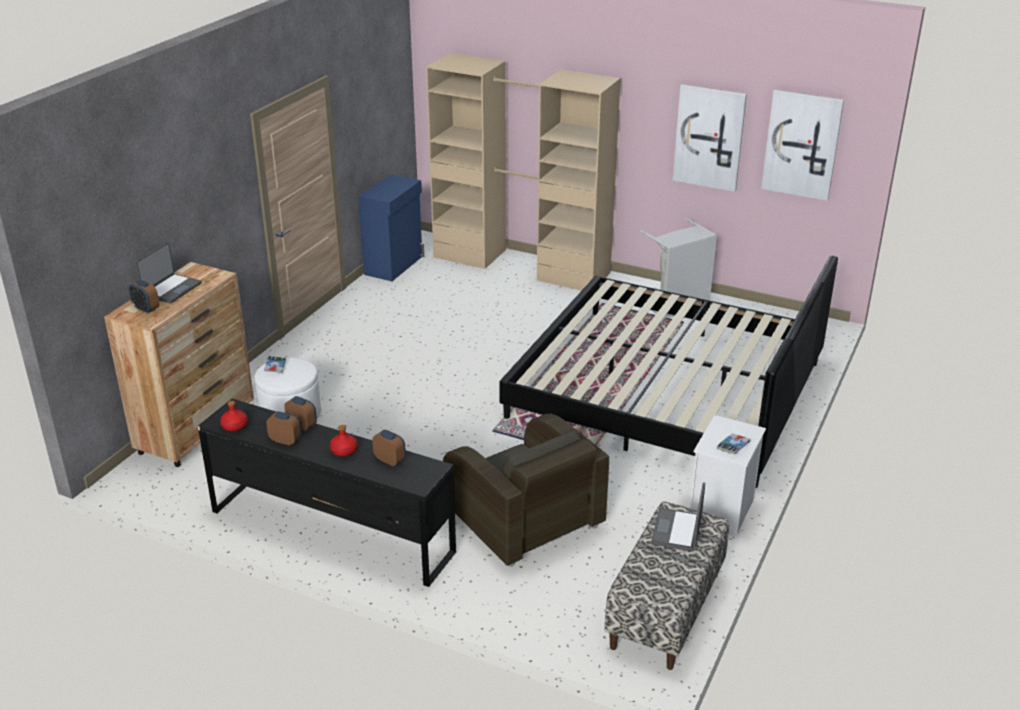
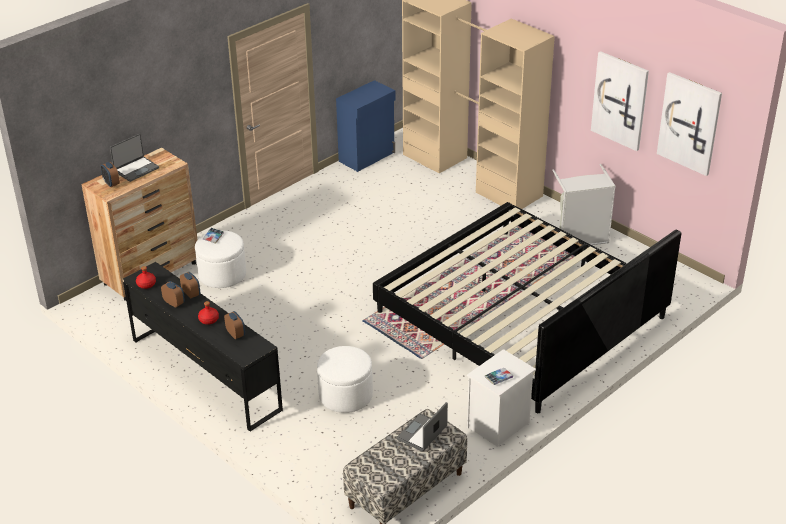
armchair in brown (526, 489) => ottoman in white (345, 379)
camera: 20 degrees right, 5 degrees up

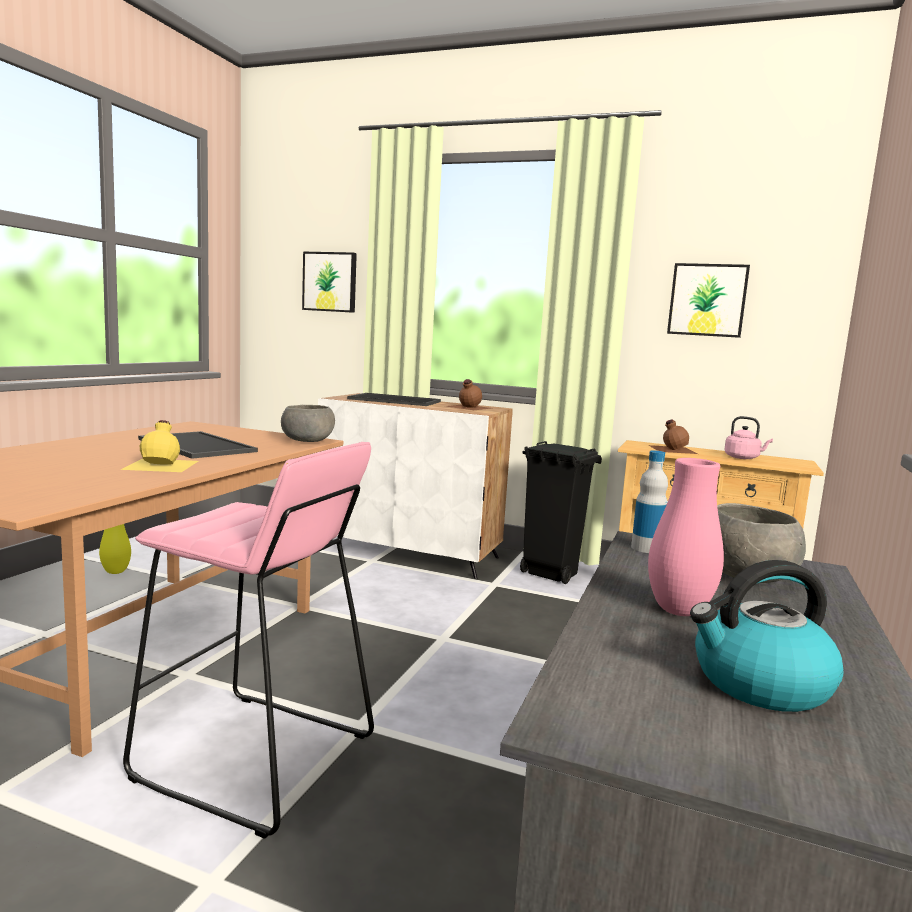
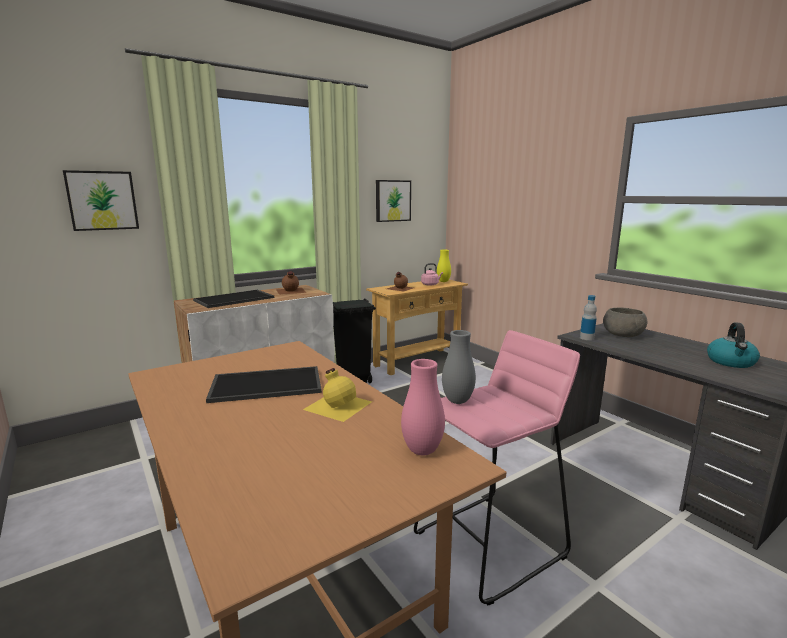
flower vase in pink (686, 537) => flower vase in pink (423, 407), moved
flower vase in yellow (115, 549) => flower vase in yellow (444, 265), moved
nothing => flower vase in grey (459, 367)
bowl in grey (308, 423) => nothing
camera: 55 degrees left, 5 degrees up

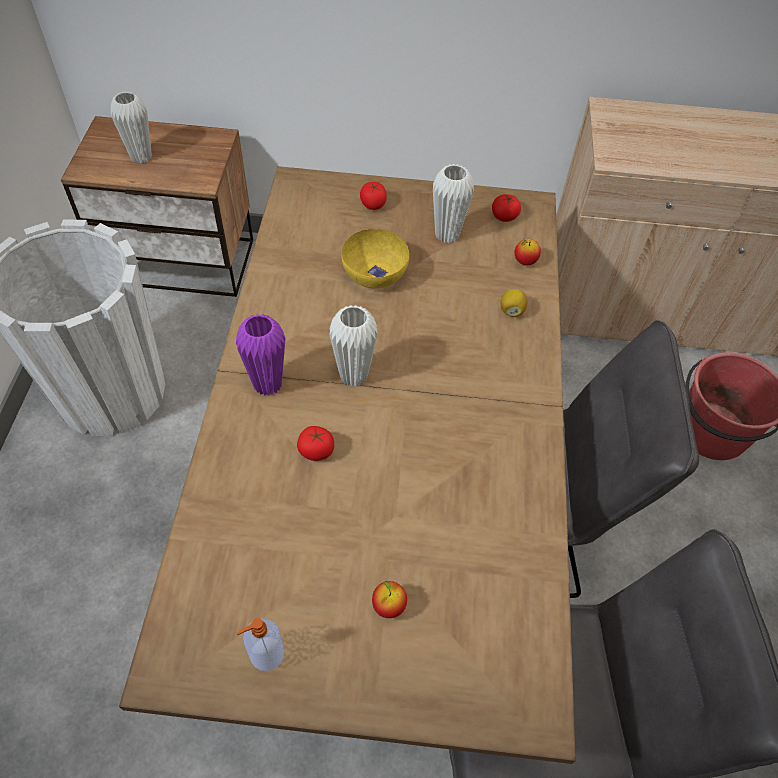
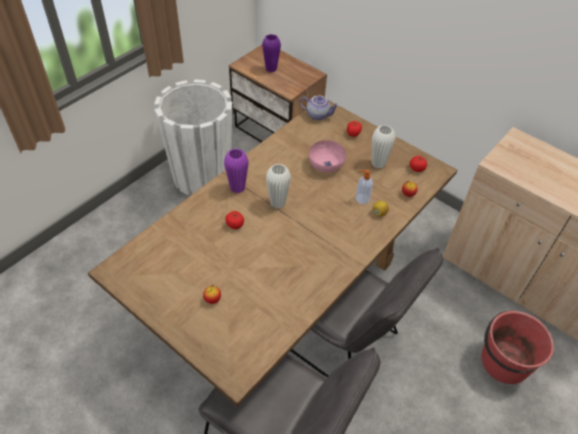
flower vase in white (131, 127) => flower vase in purplish (271, 53)
nothing => teapot (319, 108)
bowl in yellow (375, 259) => bowl in pink (327, 156)
soap bottle (260, 644) => soap bottle (364, 187), moved
camera: 35 degrees right, 5 degrees down

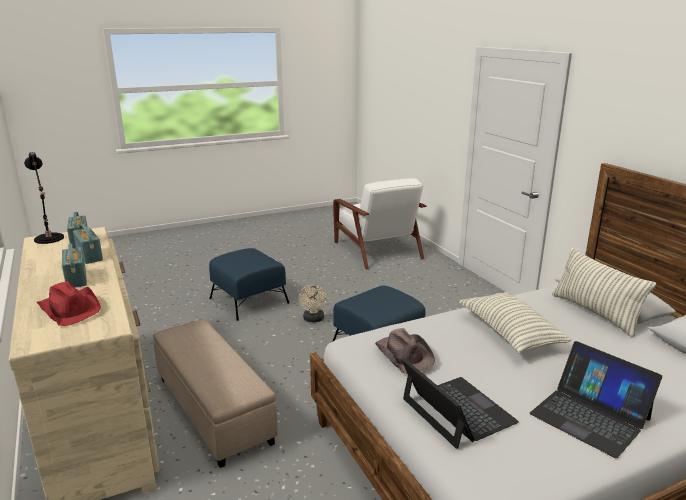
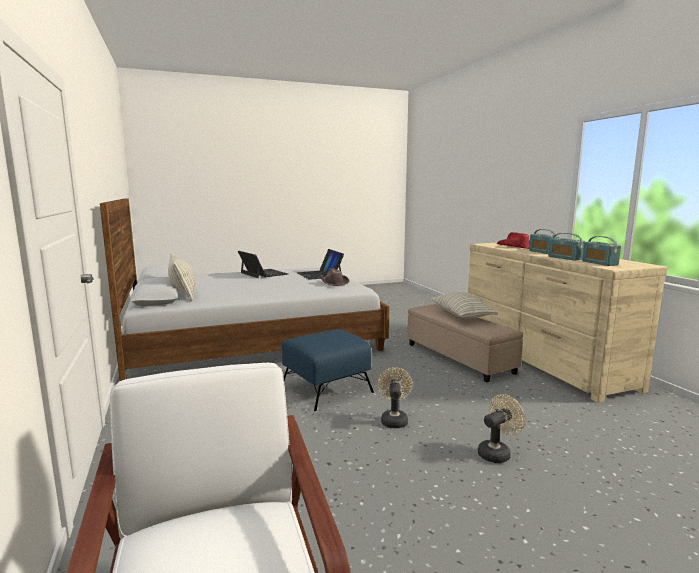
throw pillow (515, 323) => throw pillow (464, 305), moved
ottoman in bluish (249, 284) => cooling fan in beige-coloured (501, 428)
lamp for a table in black-coloured (44, 198) => nothing
camera: 175 degrees left, 10 degrees down

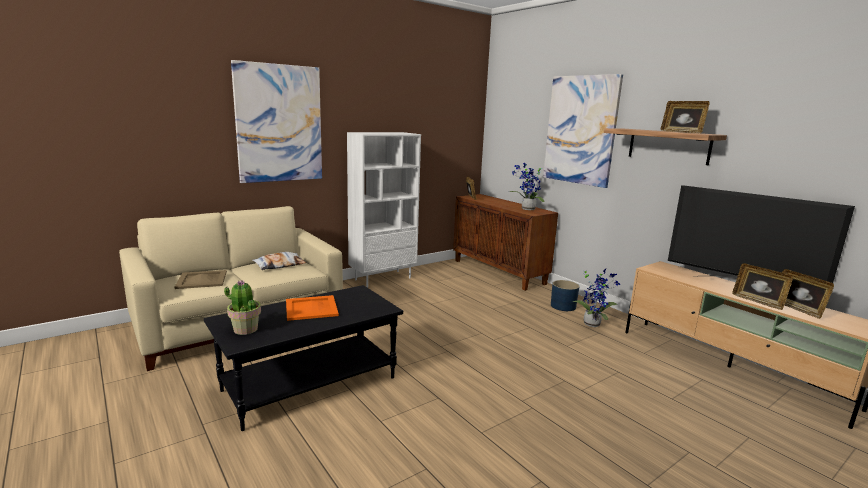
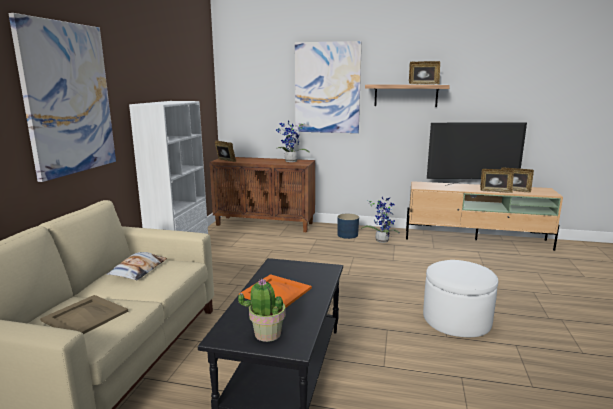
nothing => ottoman in white (460, 298)
camera: 40 degrees left, 0 degrees up

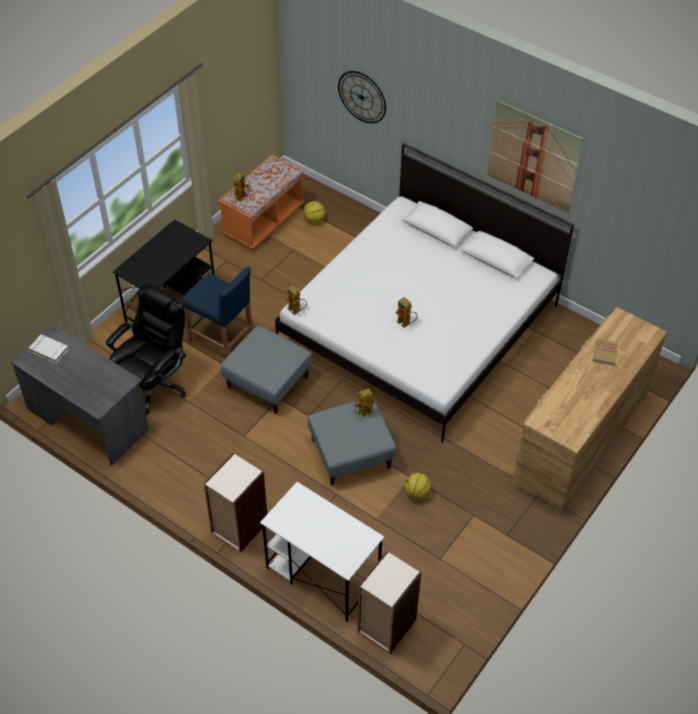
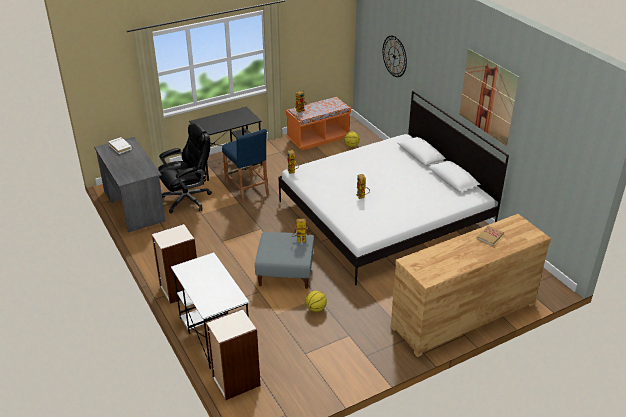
ottoman in grey (266, 370) => nothing
camera: 25 degrees right, 15 degrees down

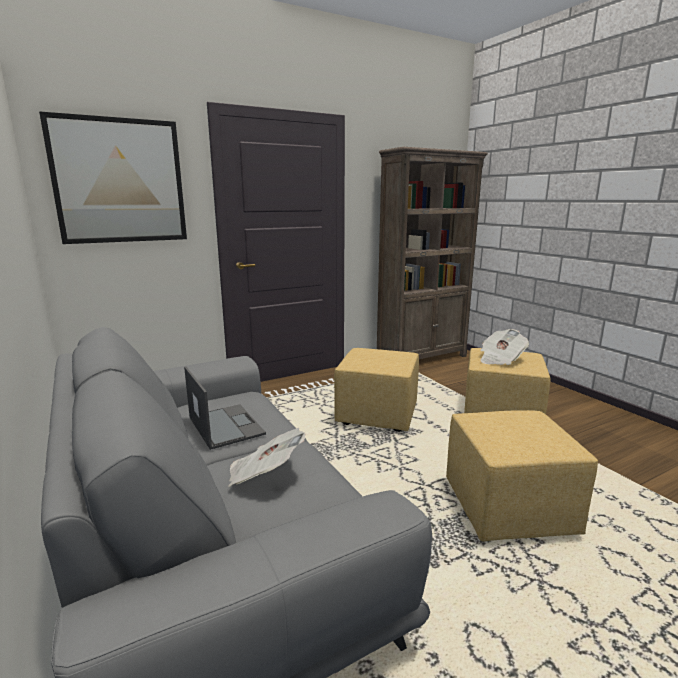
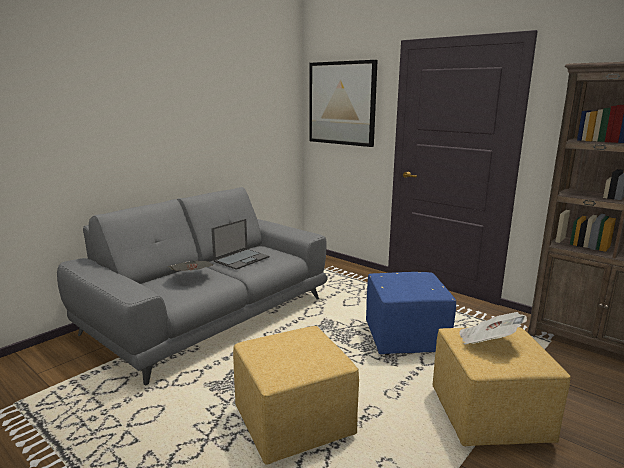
ottoman in yellow (376, 390) => ottoman in bluish (411, 313)
camera: 70 degrees right, 0 degrees up

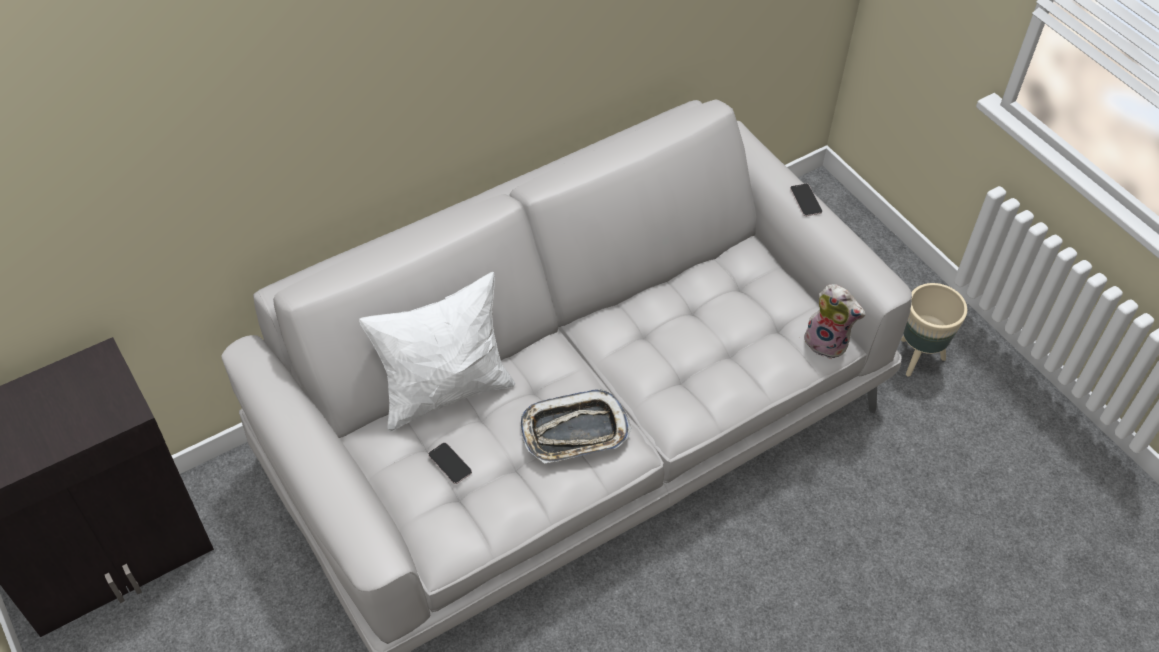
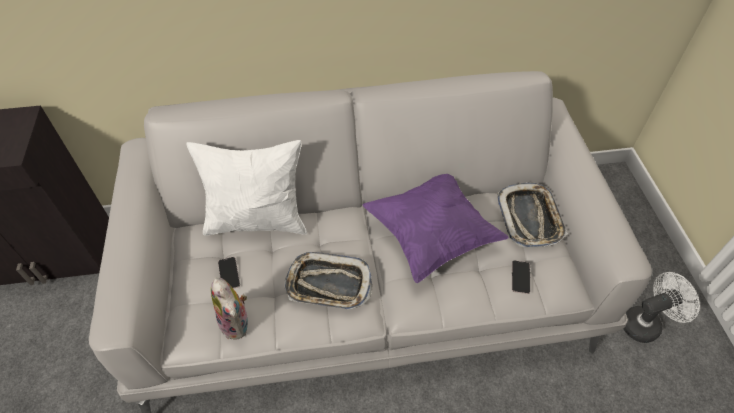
cuddly toy (834, 321) => cuddly toy (229, 308), moved
nothing => throw pillow in purplish (436, 228)
nothing => carrying tray (532, 214)
phone (806, 199) => phone (521, 277), moved
plant pot in beige-coloured (934, 330) => cooling fan in white (662, 307)
camera: 25 degrees right, 0 degrees up

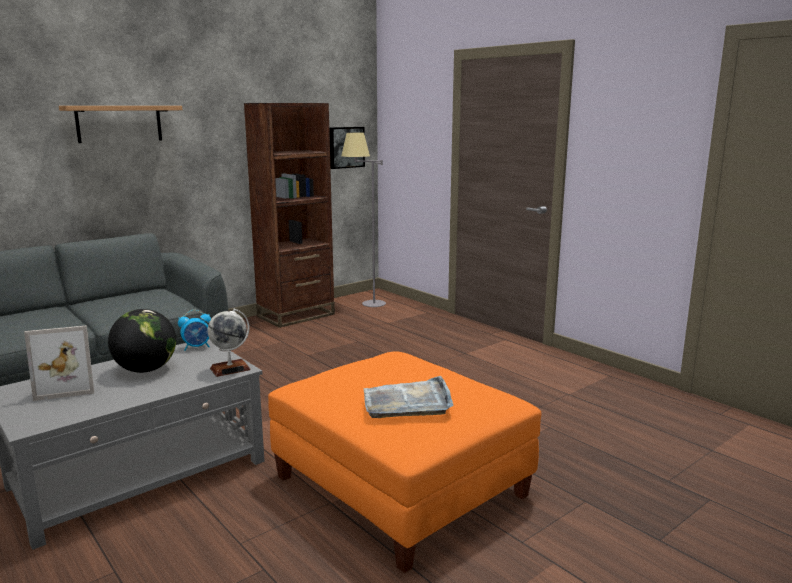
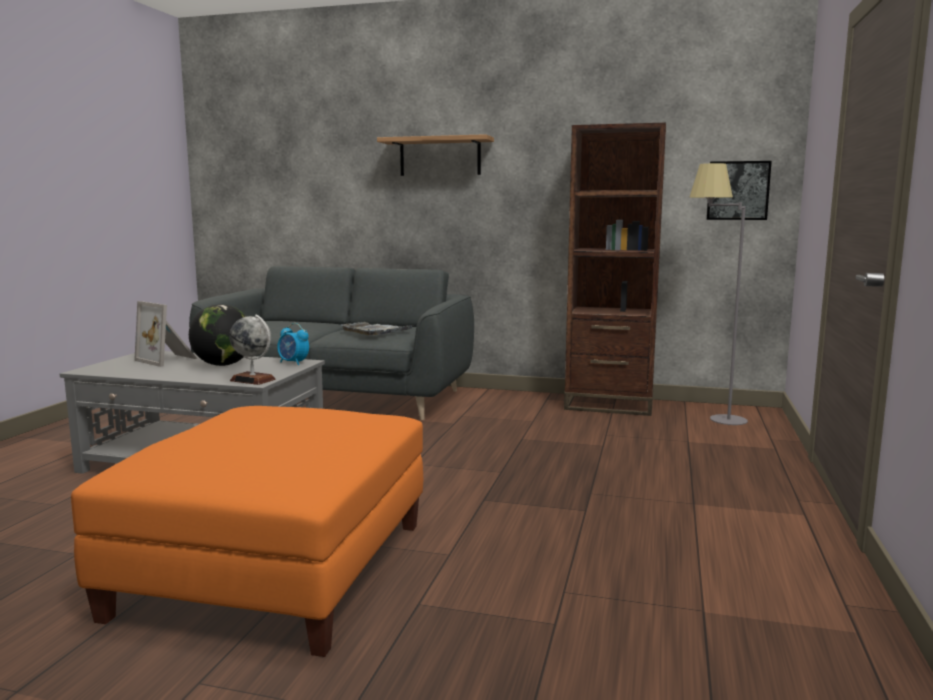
carrying tray in grey (408, 397) => carrying tray in grey (378, 329), moved
camera: 55 degrees right, 5 degrees down

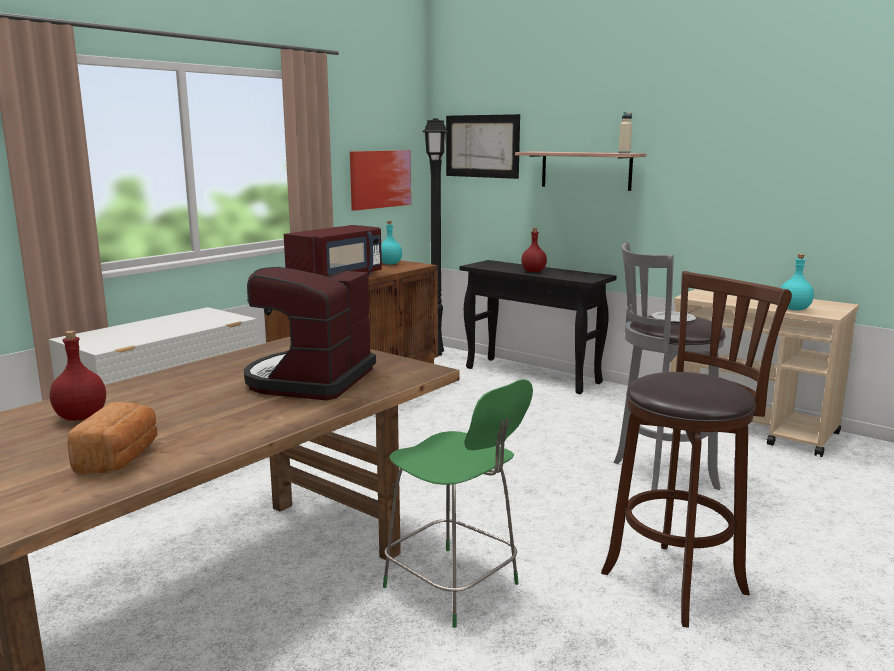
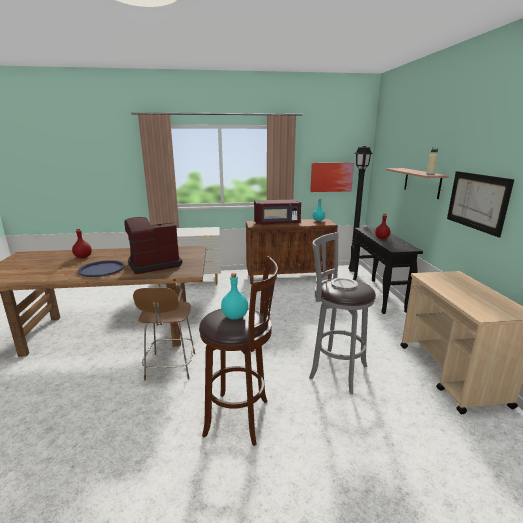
nothing => carrying tray in bluish (101, 268)
upright chair in green-coloured (458, 503) => upright chair in brown (164, 334)
bottle in blue-green (797, 282) => bottle in blue-green (234, 296), moved
wall art (483, 146) => wall art (480, 204), moved
baked bread (112, 438) => nothing
camera: 45 degrees right, 5 degrees up

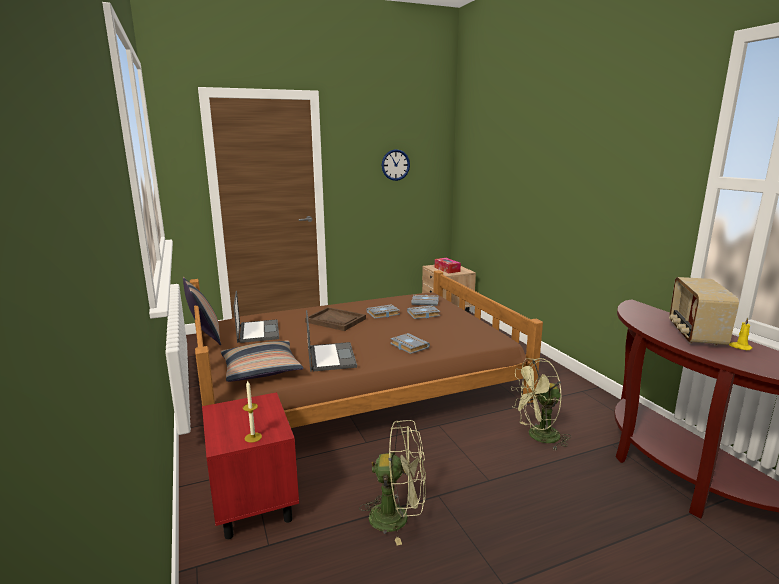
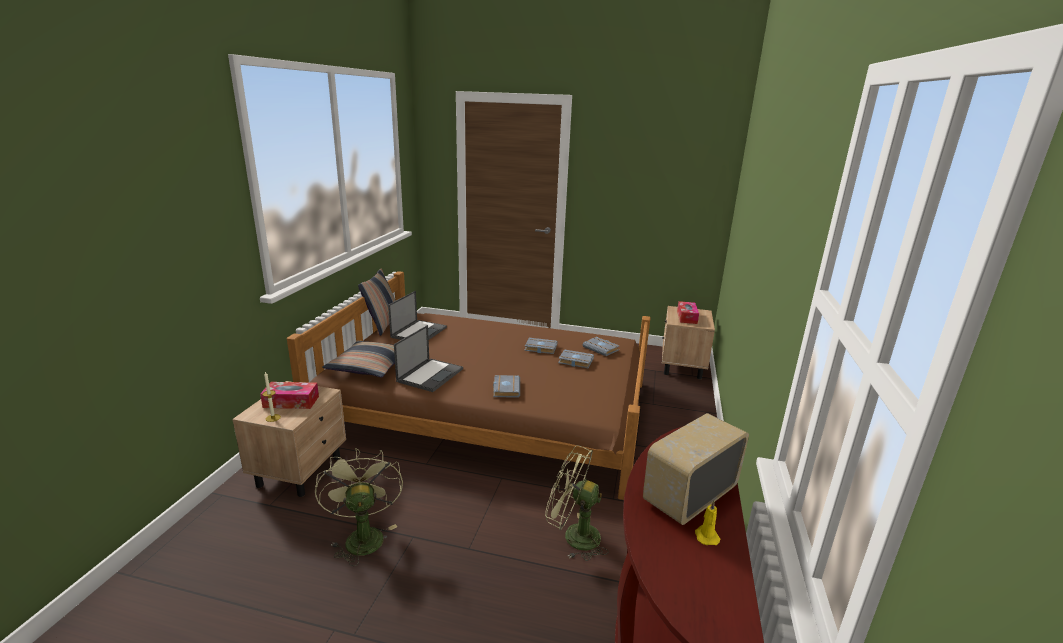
night table in red (250, 466) => night table in beige-coloured (289, 439)
nothing => tissue holder (289, 395)
cooling fan in green-coloured (392, 483) => cooling fan in green-coloured (359, 507), 150 degrees counterclockwise
carrying tray in brown (335, 319) => nothing
wall clock (396, 165) => nothing
camera: 35 degrees right, 5 degrees up

